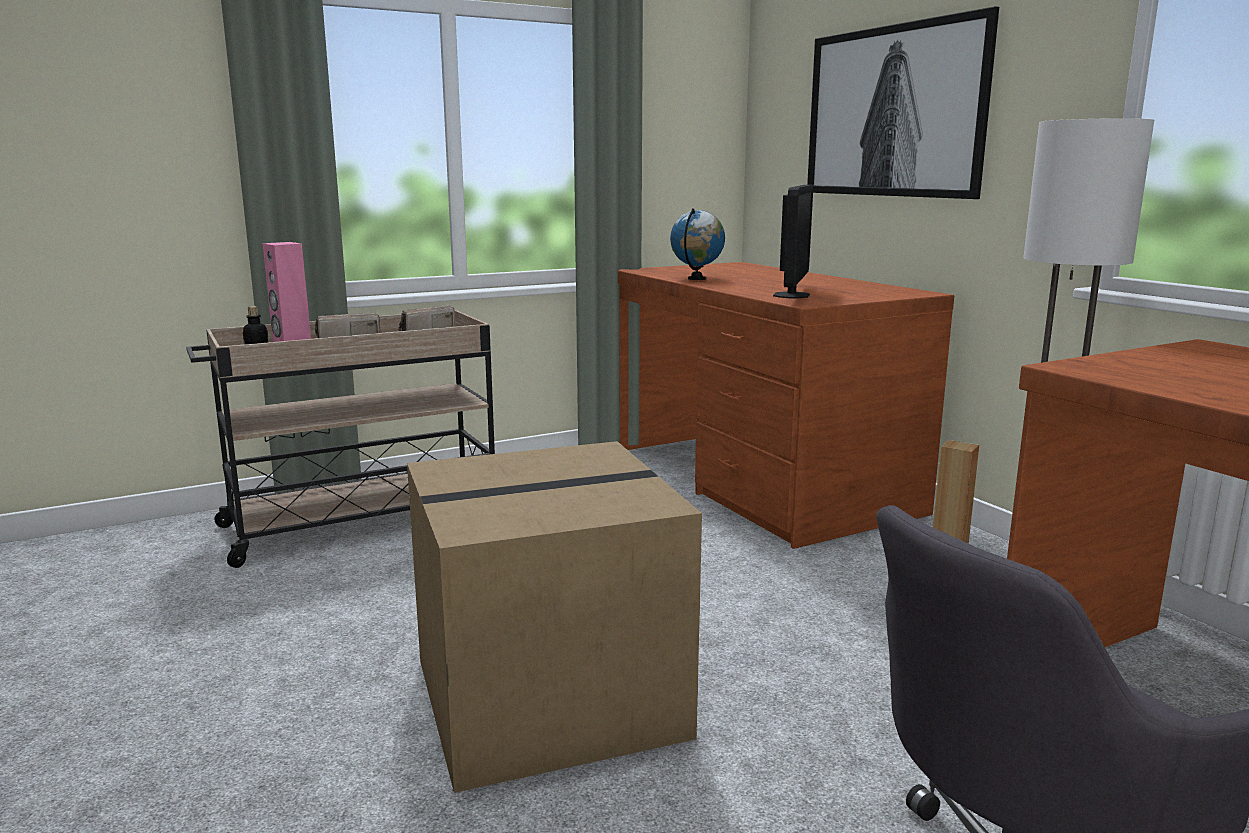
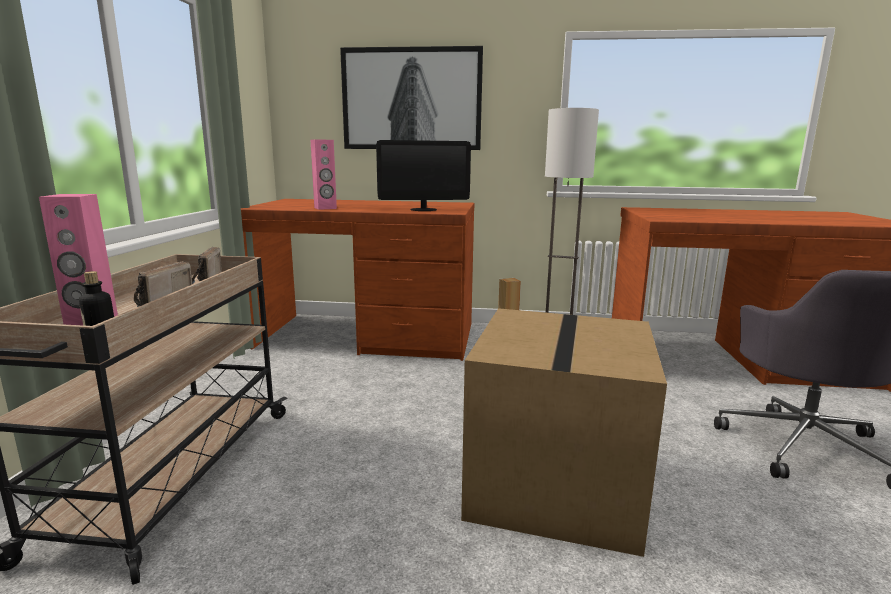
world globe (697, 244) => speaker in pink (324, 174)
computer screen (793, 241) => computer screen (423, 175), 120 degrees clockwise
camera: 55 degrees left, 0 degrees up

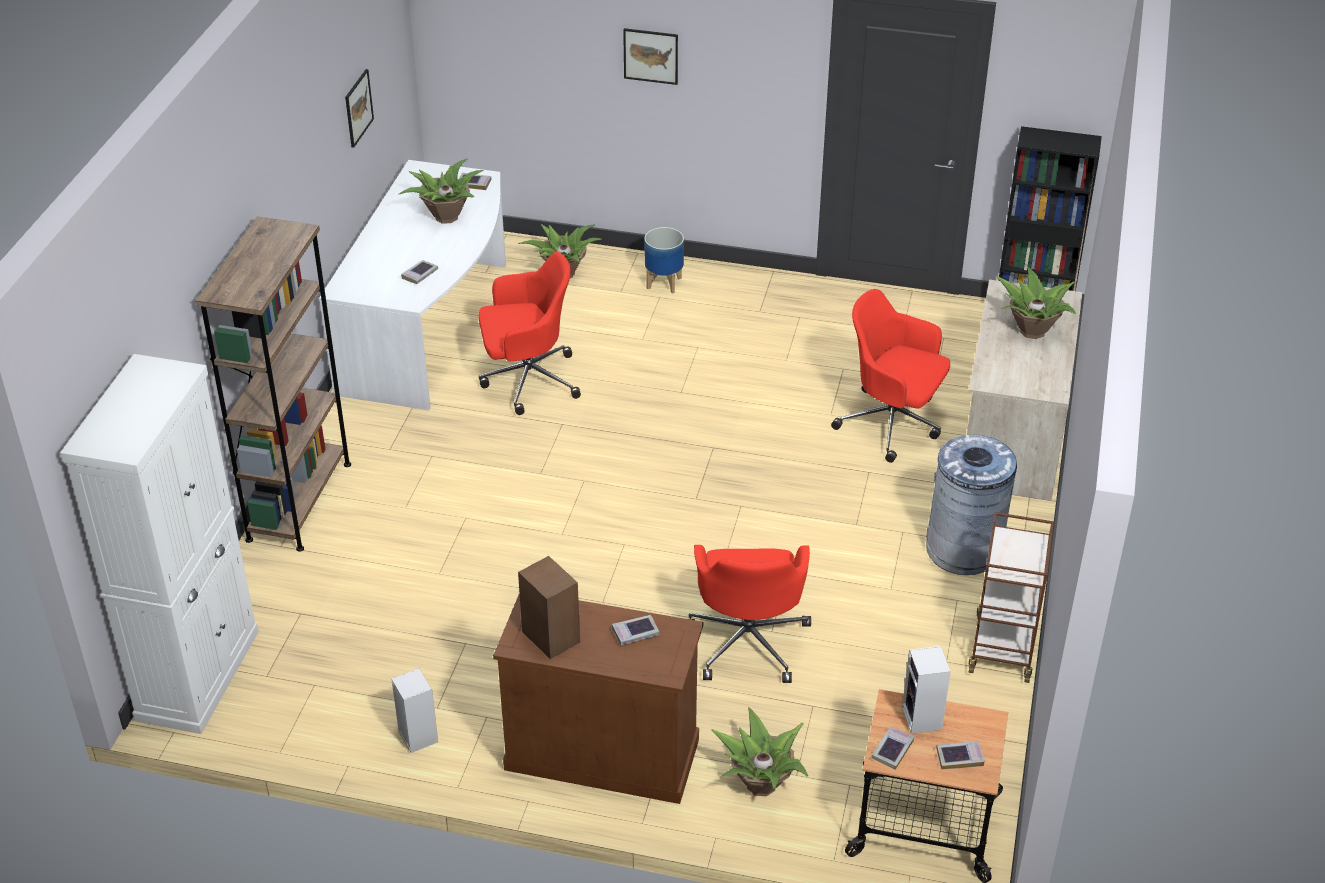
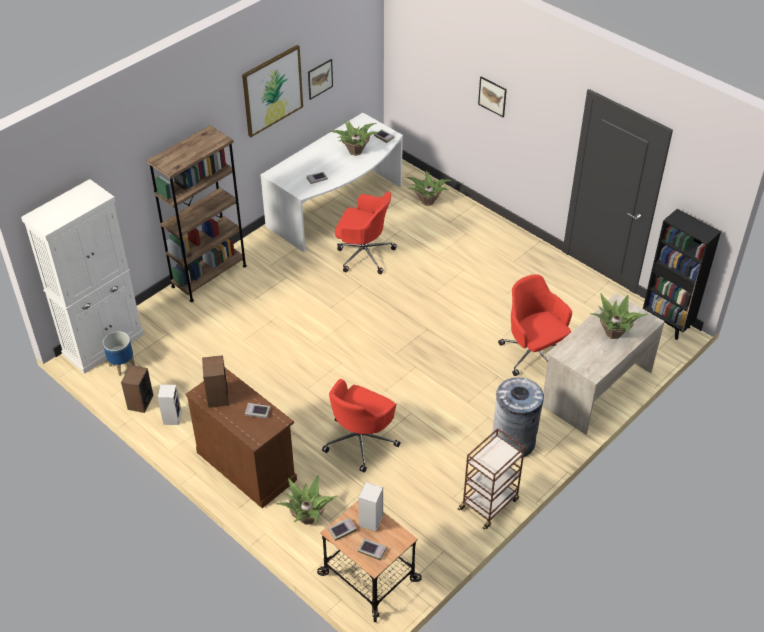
plant pot (664, 260) => plant pot (119, 353), moved
nothing => speaker (137, 389)
nothing => wall art (272, 91)
camera: 30 degrees right, 5 degrees up

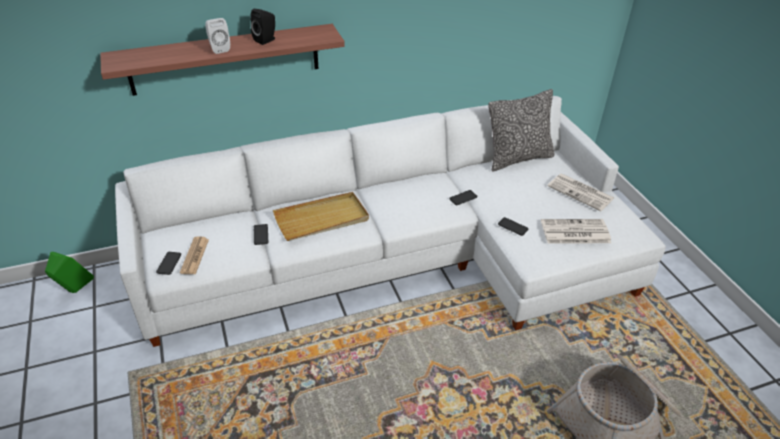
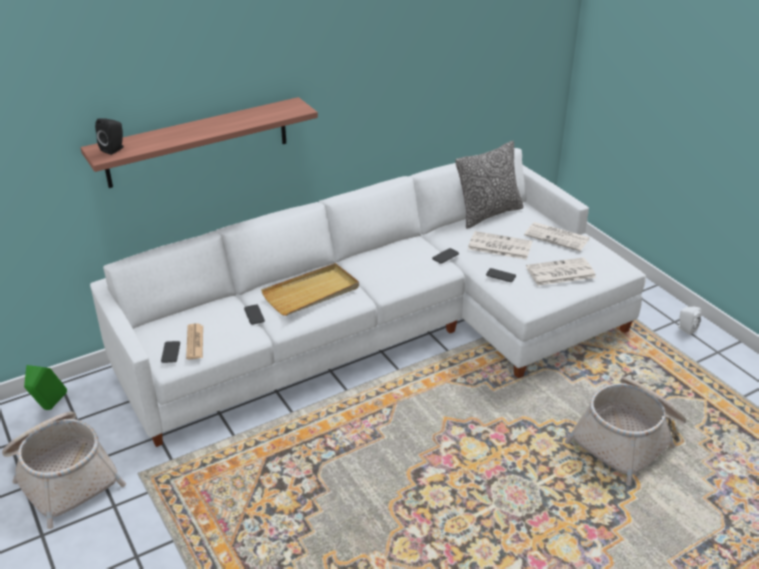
nothing => basket (64, 470)
speaker in black-coloured (262, 27) => speaker in black-coloured (109, 136), moved
nothing => newspaper (500, 245)
speaker in white (217, 36) => speaker in white (689, 321), moved
camera: 10 degrees left, 5 degrees down

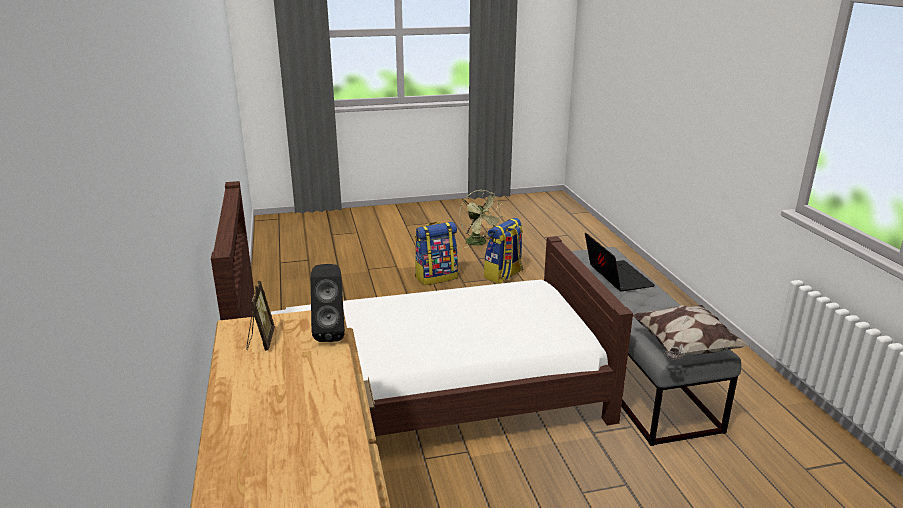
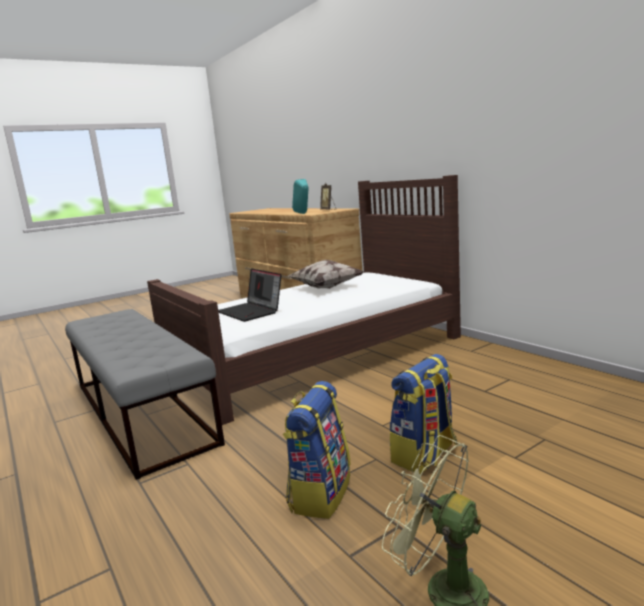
laptop (620, 262) => laptop (250, 295), moved
throw pillow (692, 332) => throw pillow (326, 274), moved
speaker in black-coloured (328, 303) => speaker in blue-green (300, 196)
camera: 160 degrees right, 10 degrees down

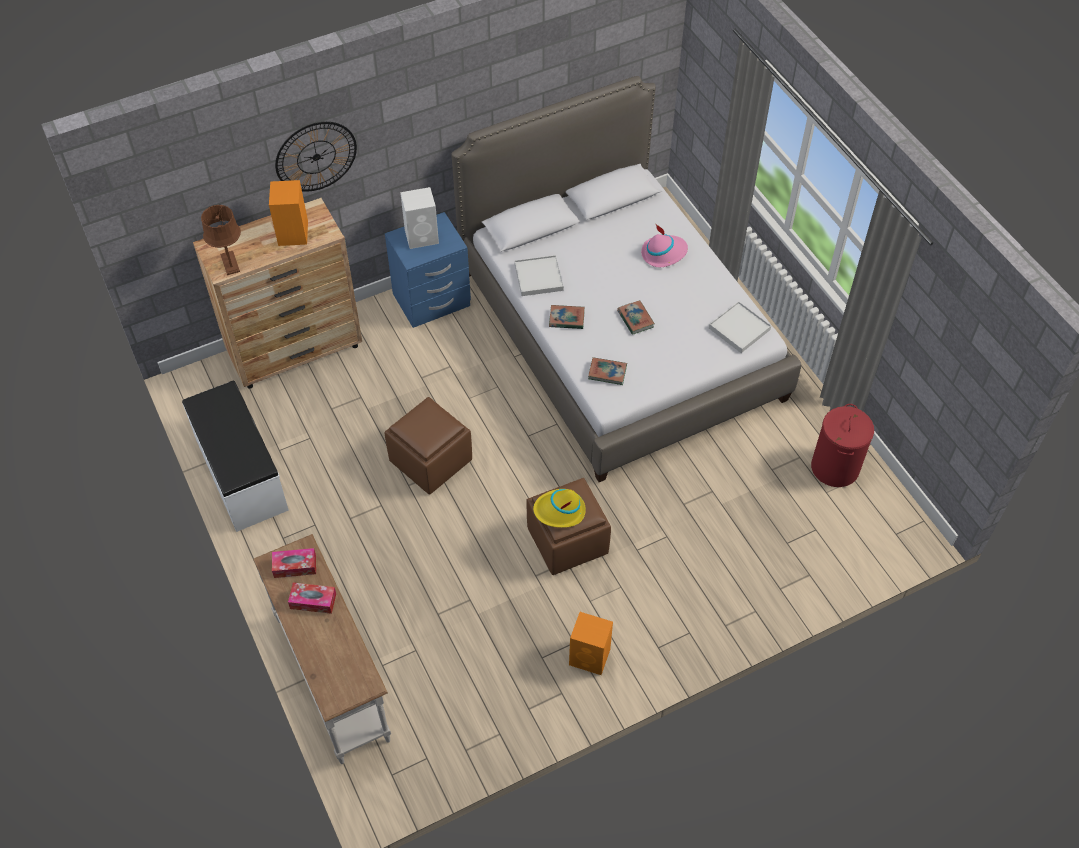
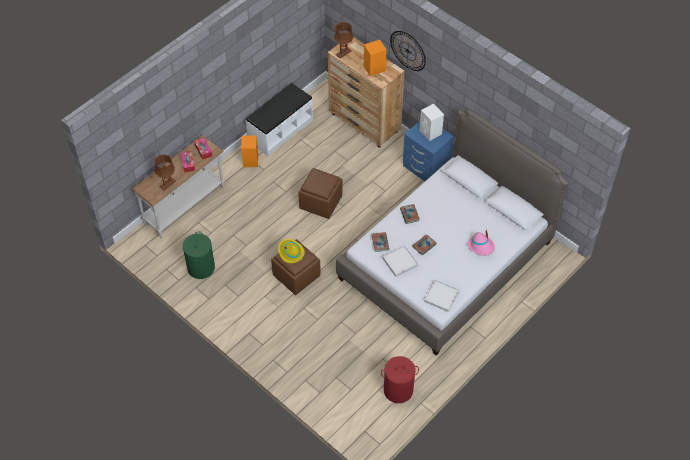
nothing => lamp for a table in brown (165, 173)
nothing => washing basket in green-coloured (199, 255)
speaker in orange (591, 643) => speaker in orange (249, 151), moved
carrying tray in white (539, 275) => carrying tray in white (400, 261), moved
camera: 70 degrees right, 0 degrees up

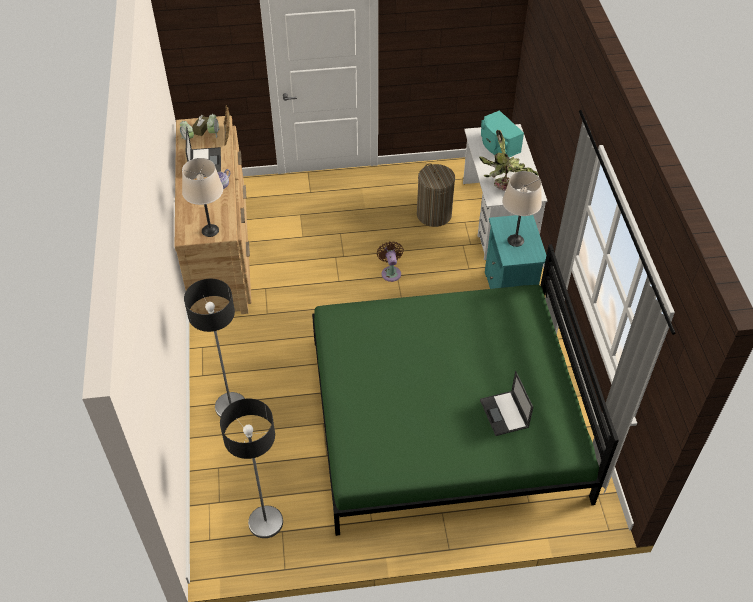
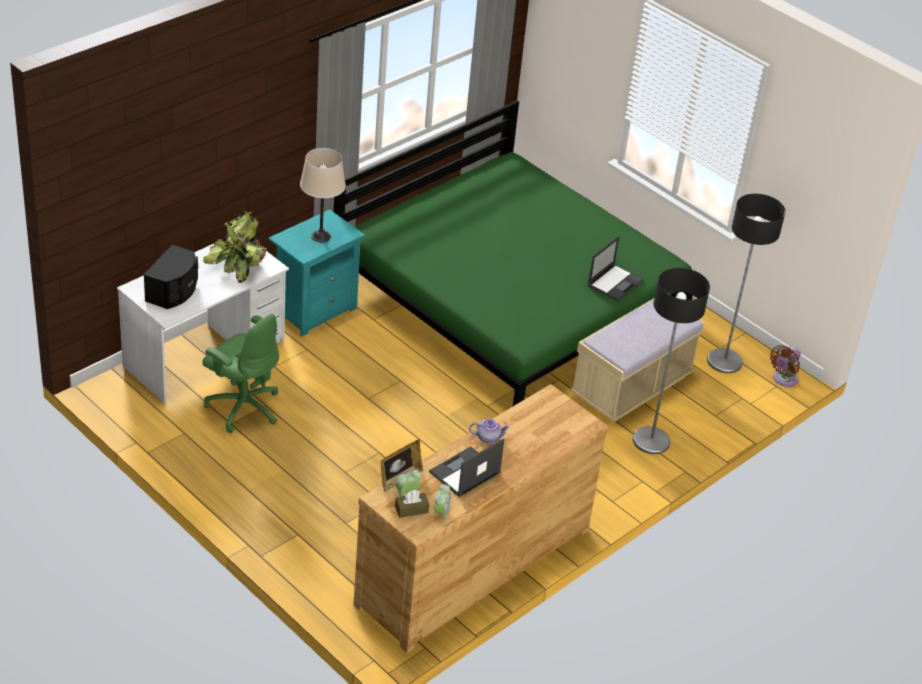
speaker in blue-green (502, 133) => speaker in black-coloured (171, 277)
washing basket (436, 195) => office chair in green-coloured (241, 373)
nothing => long seat in beige-coloured (638, 360)
laptop (506, 403) => laptop (616, 268), moved
cooling fan in brown (390, 261) => cooling fan in brown (785, 366), moved
lamp for a table in beige-coloured (202, 197) => nothing
camera: 130 degrees left, 10 degrees down

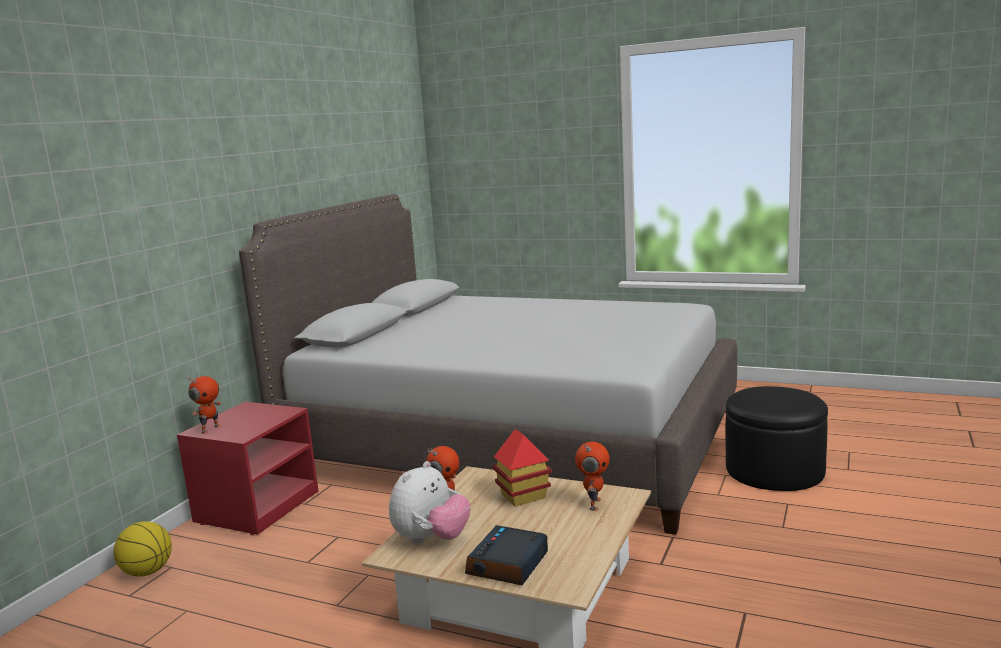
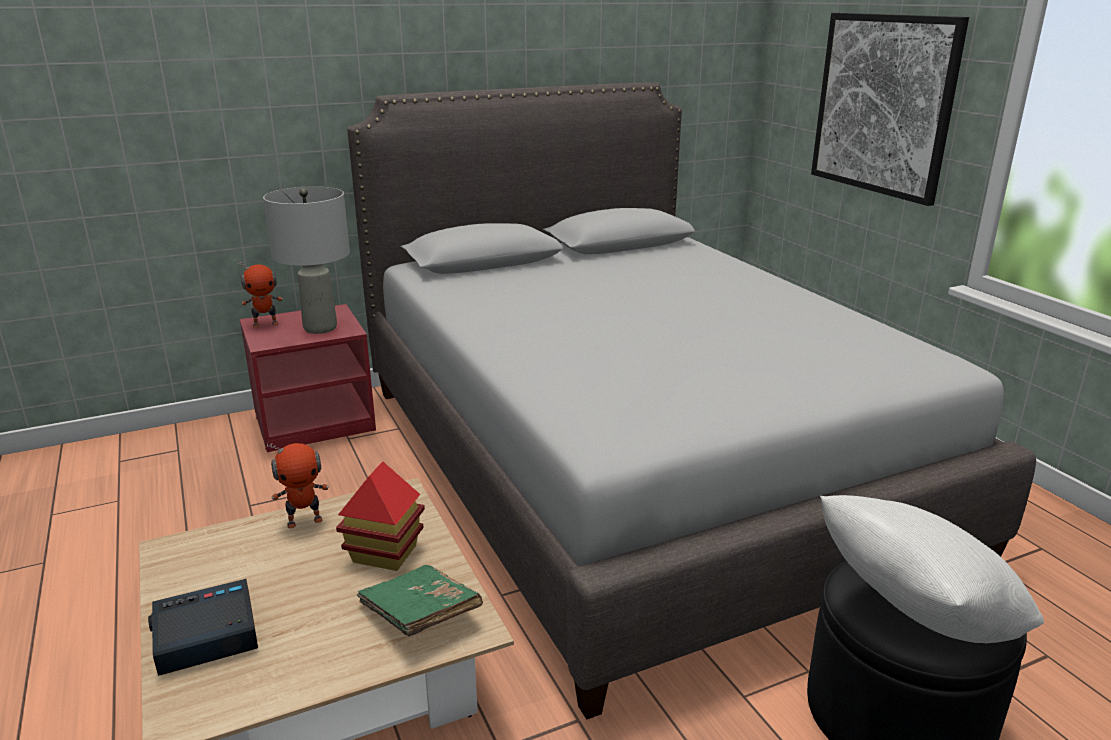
nothing => lamp for a table in grey (306, 260)
robot figure (592, 476) => bound book in green-coloured (420, 601)
nothing => wall art (890, 109)
nothing => throw pillow in white (932, 569)
ball for basketball (142, 549) => nothing
cuddly toy (430, 502) => nothing
camera: 40 degrees right, 10 degrees up

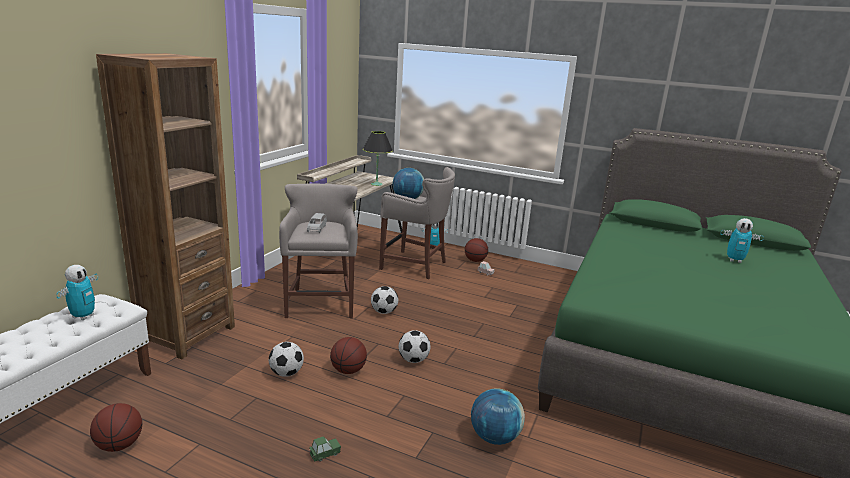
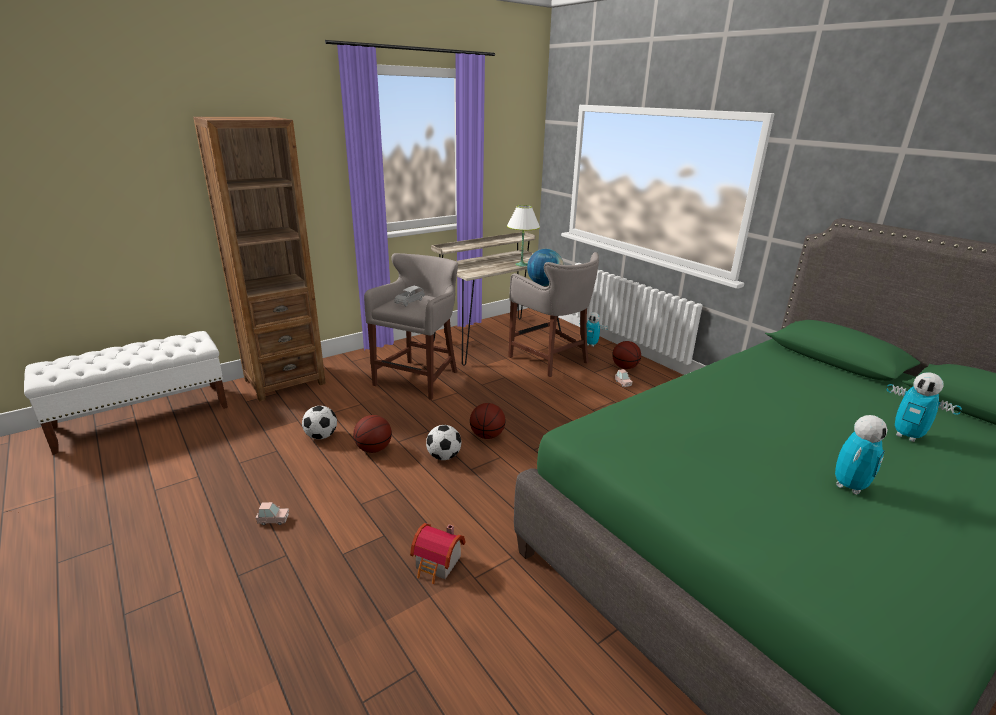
miniature car in green-coloured (325, 448) => miniature car in pink (272, 513)
world globe (498, 416) => model house (437, 553)
ball for basketball (116, 427) => ball for basketball (488, 421), moved
lamp for a table in black-coloured (378, 158) => lamp for a table in white (523, 235)
robot figure (77, 292) => robot figure (861, 454), moved
football ball (384, 300) => nothing
camera: 30 degrees right, 5 degrees up

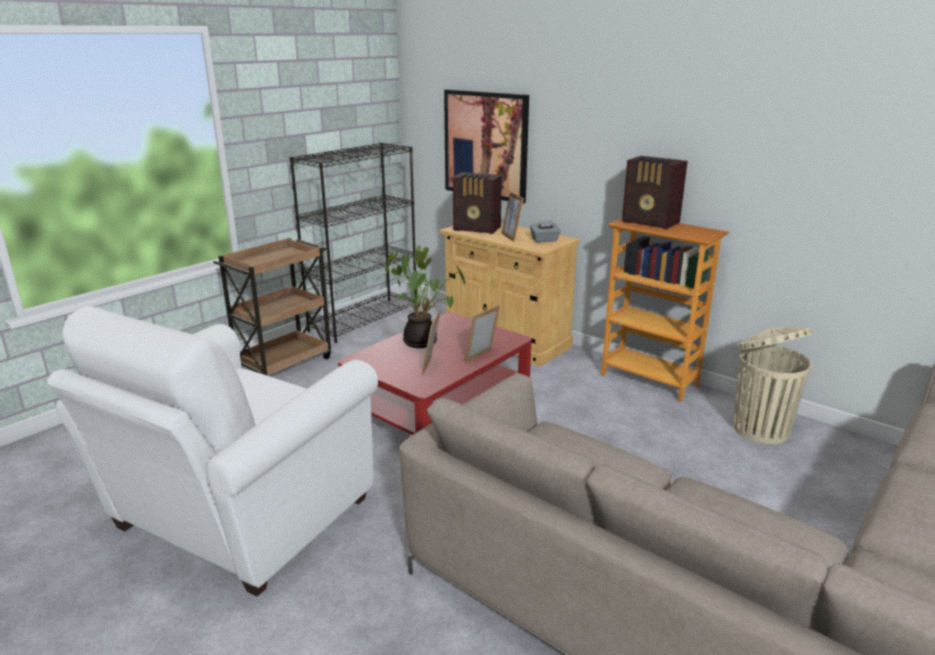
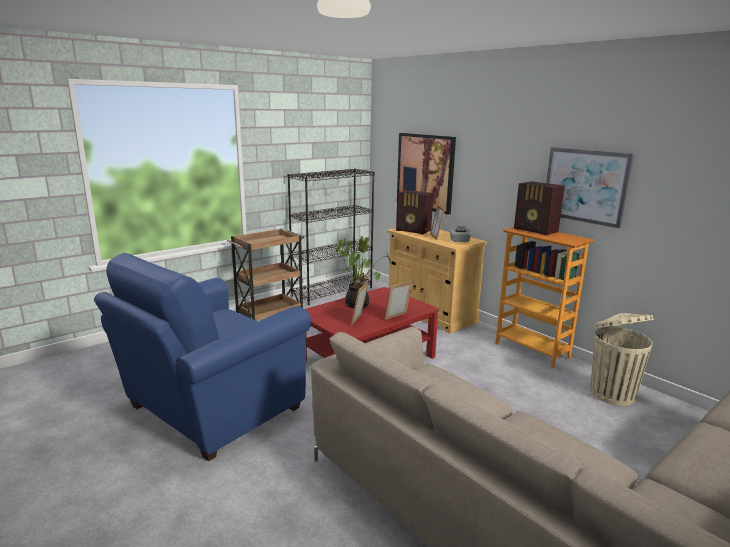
armchair in white (212, 451) => armchair in bluish (202, 356)
nothing => wall art (590, 187)
camera: 10 degrees right, 5 degrees down

